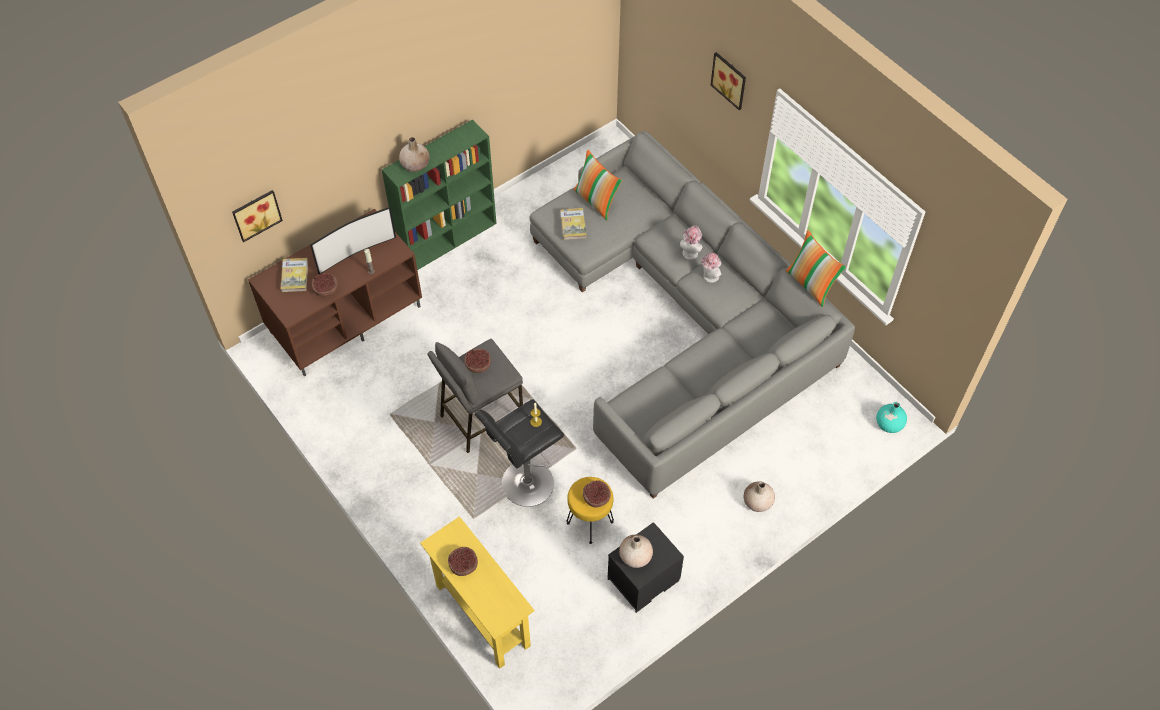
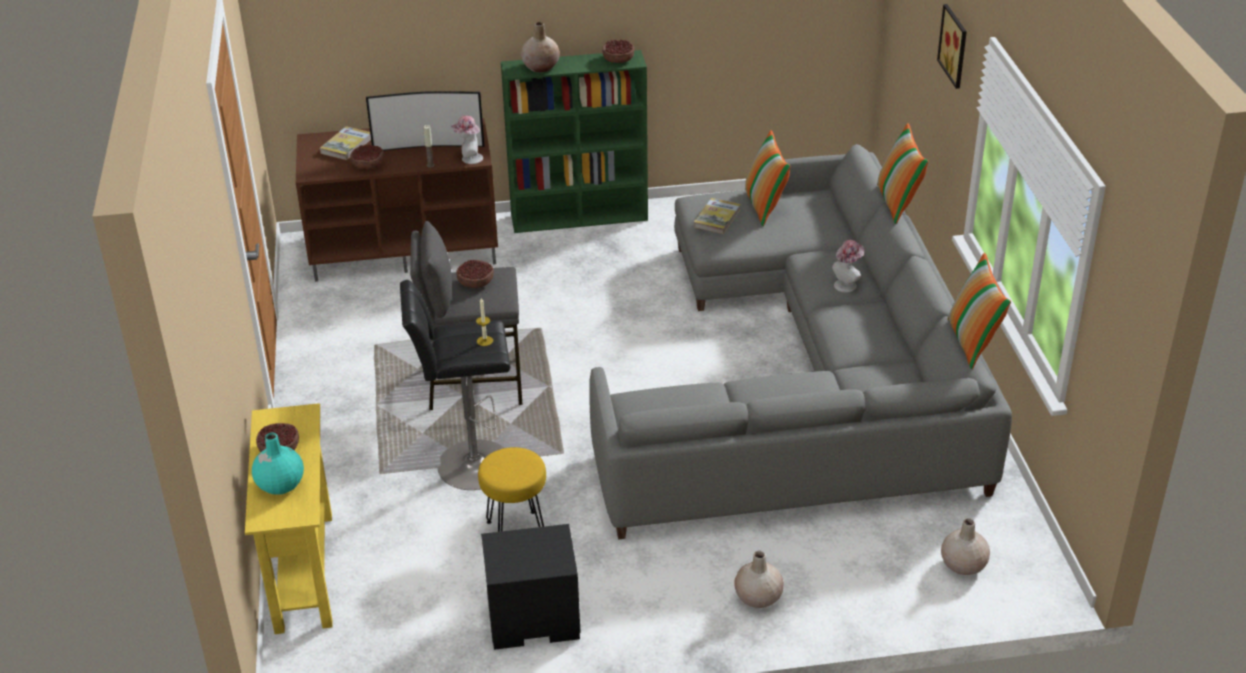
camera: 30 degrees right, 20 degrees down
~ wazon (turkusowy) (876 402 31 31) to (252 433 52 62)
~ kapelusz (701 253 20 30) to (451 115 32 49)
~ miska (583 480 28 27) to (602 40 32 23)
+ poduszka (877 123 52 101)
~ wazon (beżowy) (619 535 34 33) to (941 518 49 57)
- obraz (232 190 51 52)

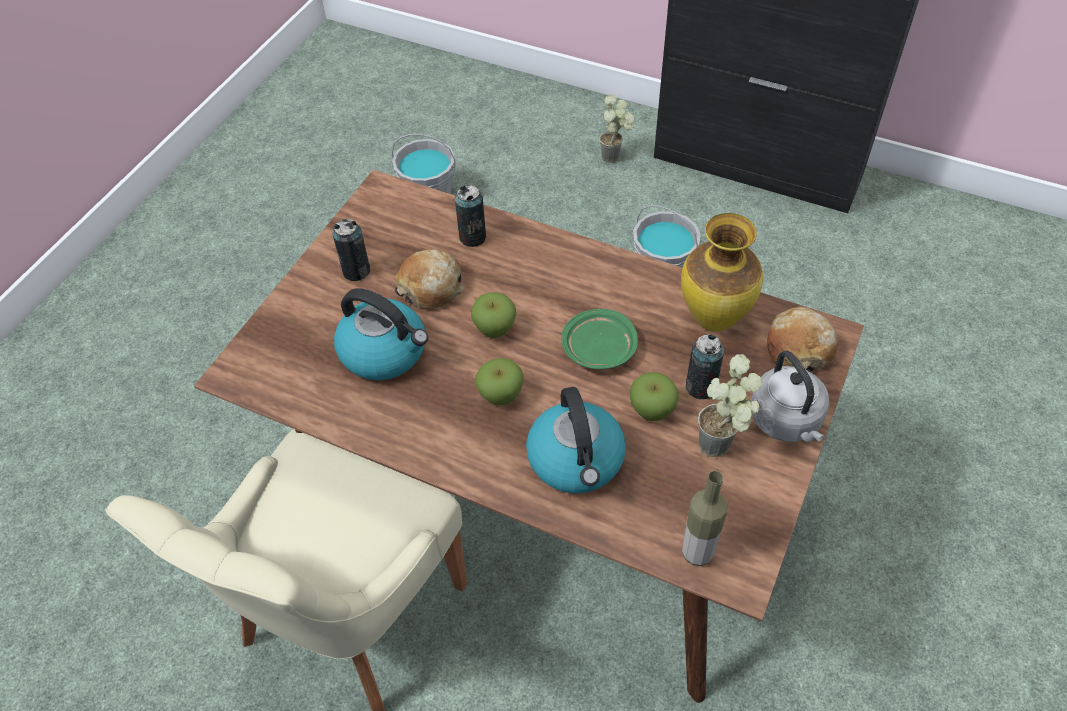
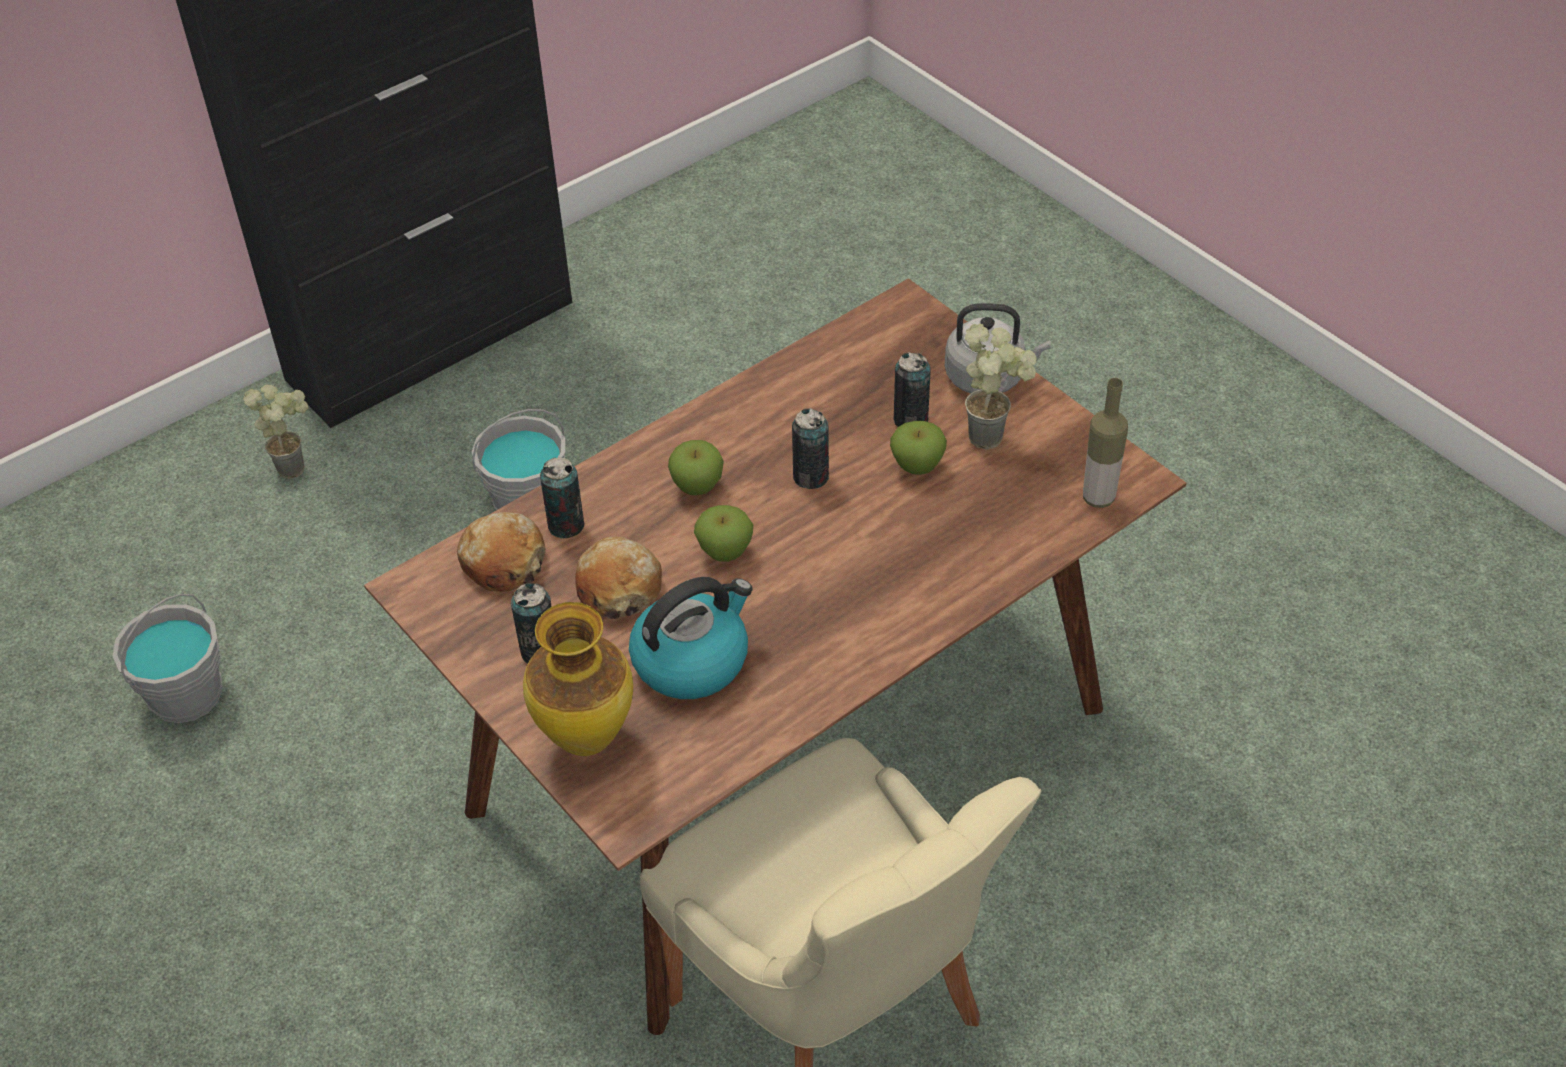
camera: 65 degrees left, 5 degrees down
~ chleb (767 307 71 65) to (457 512 89 80)
~ wazon (681 213 82 119) to (523 602 110 154)
~ jabłko (475 358 49 47) to (668 440 56 55)
~ talerz (zielony) (561 309 77 60) to puszka (792 408 37 81)
- czajnik (526 387 100 107)

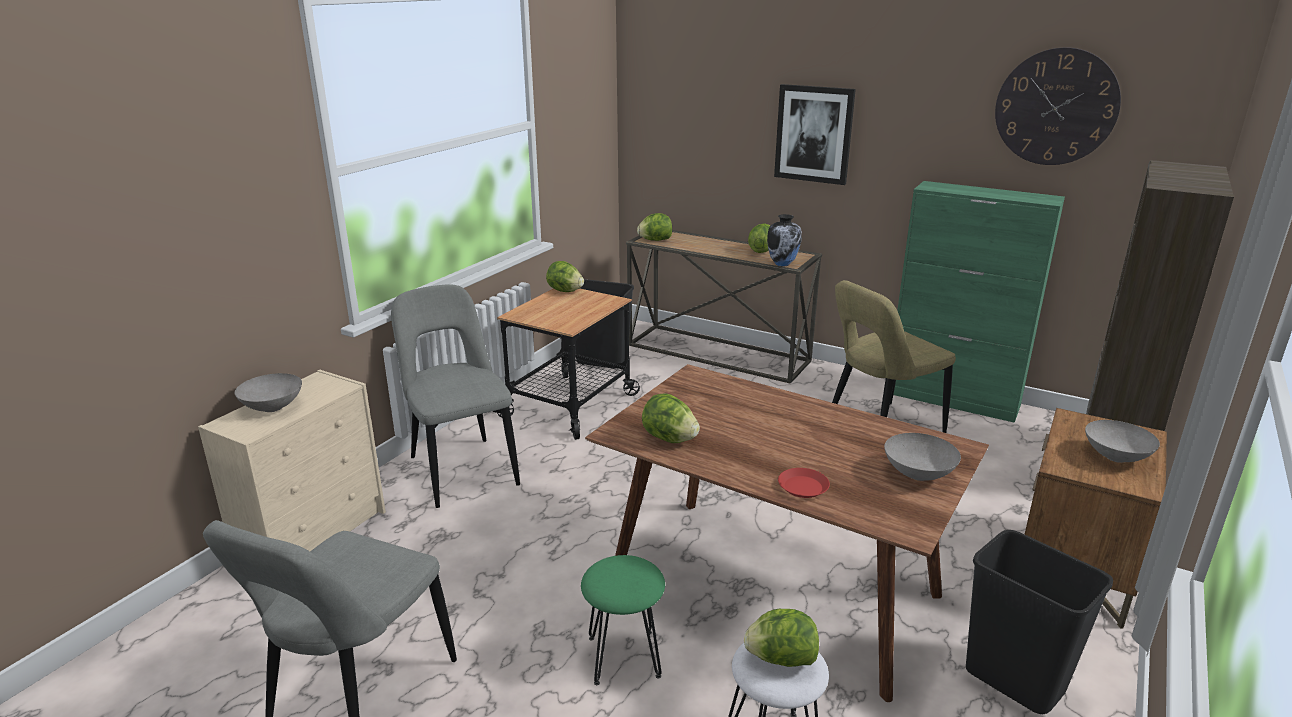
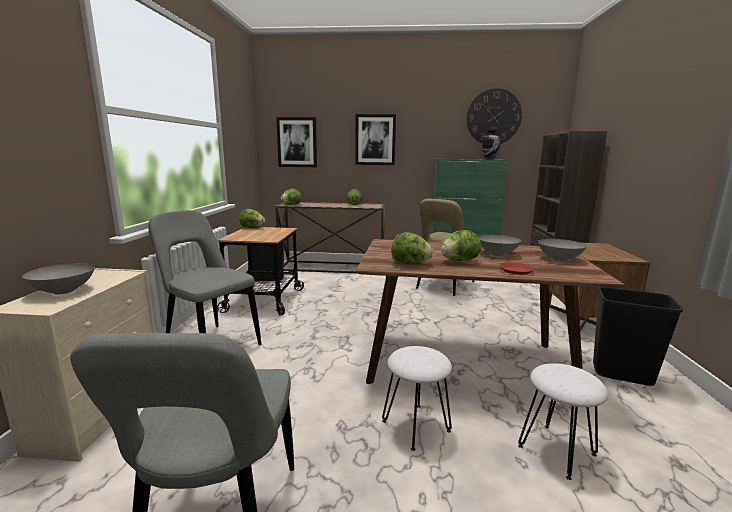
camera: 25 degrees left, 10 degrees down
+ obraz (276 117 41 50)
~ stołek (zielony) (581 555 84 130) to stołek (biały) (382 346 70 105)
~ sałata (744 609 75 58) to (441 230 40 31)
~ miska (szary) (1085 420 75 43) to (478 235 43 21)
~ wazon (767 214 35 52) to (481 131 20 28)

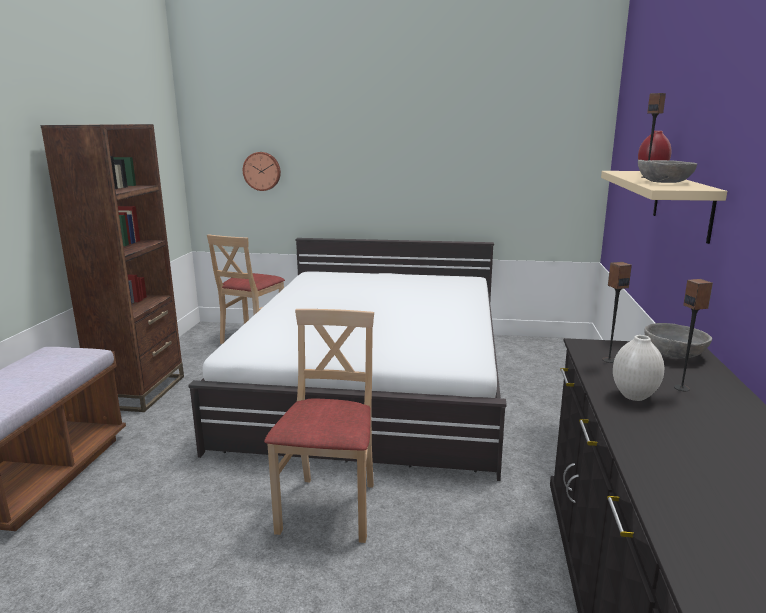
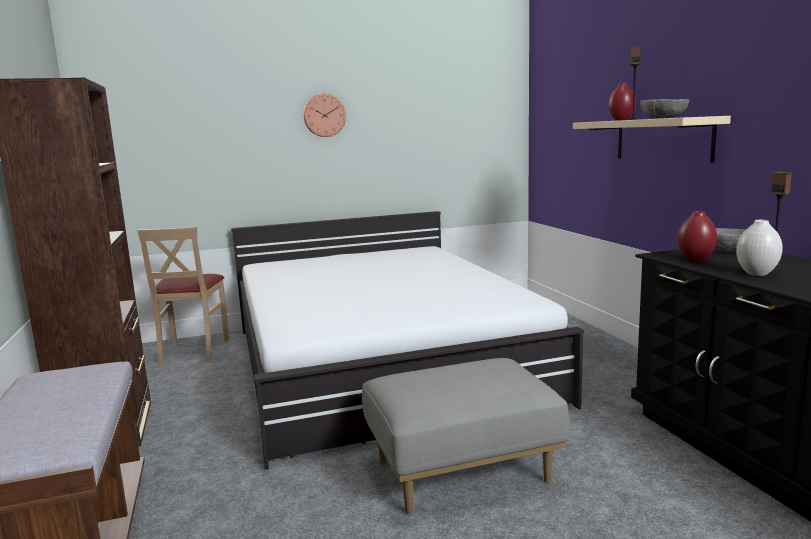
camera: 25 degrees left, 5 degrees down
~ zegar ścienny (243 152 38 39) to (304 94 42 43)
~ krzesło (beżowy) (264 309 110 234) to pufa (szary) (362 358 208 157)
~ głośnik (602 262 30 101) to wazon (czerwony) (678 211 39 51)

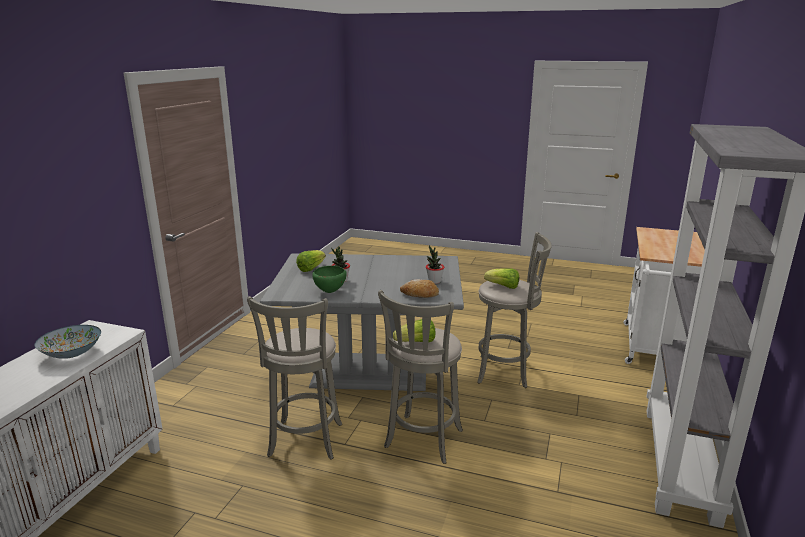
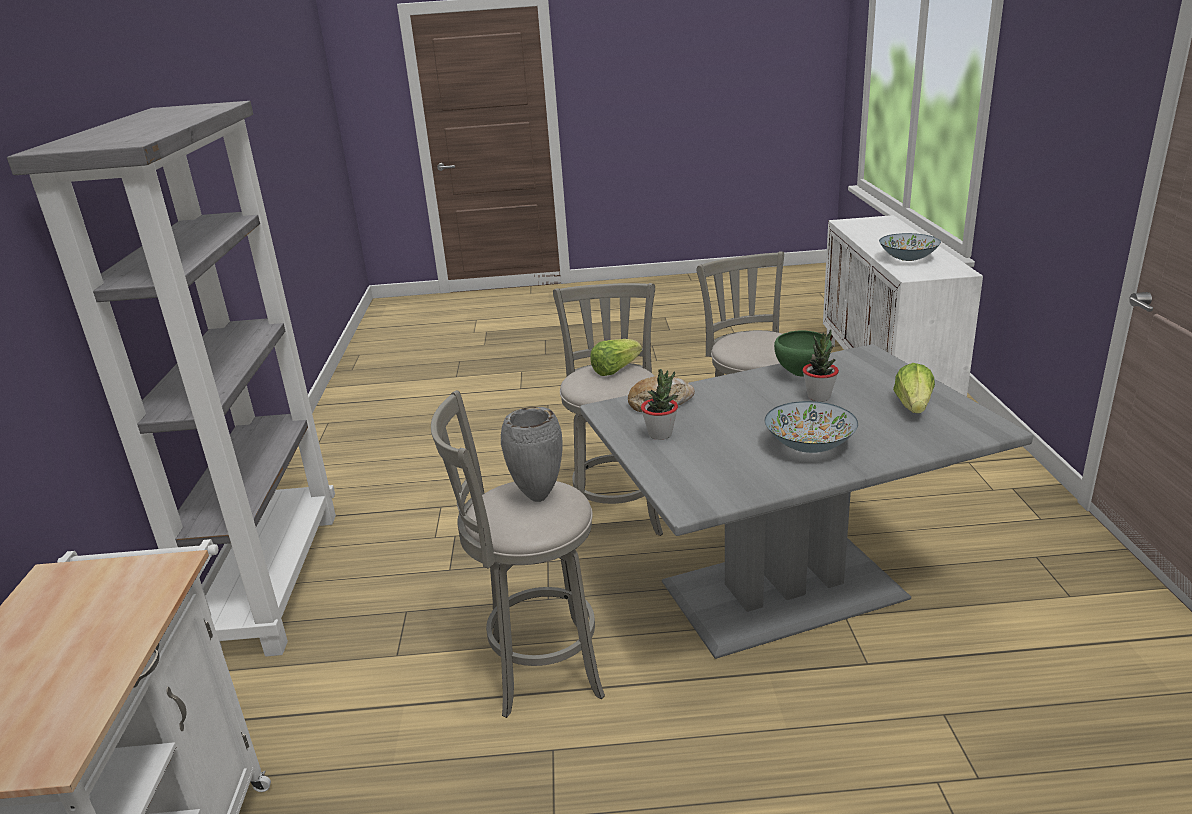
camera: 160 degrees right, 5 degrees up
~ sałata (484 268 35 21) to wazon (szary) (501 407 62 95)
+ miska (765 401 93 52)

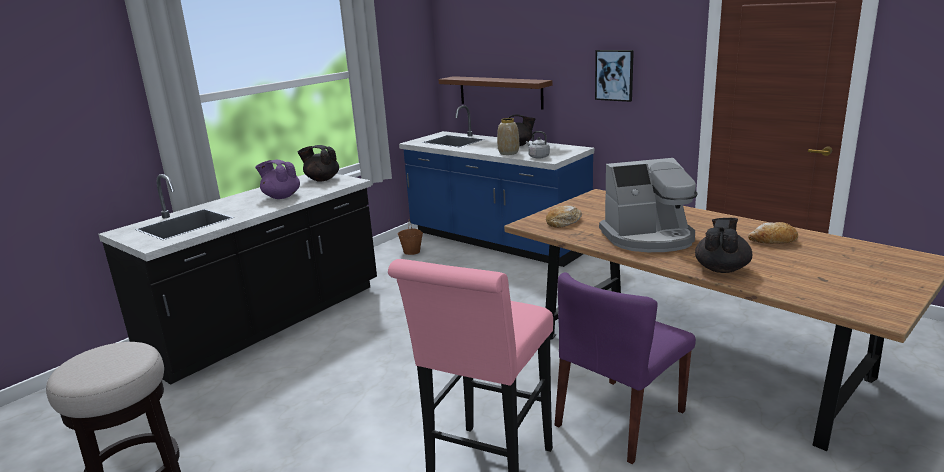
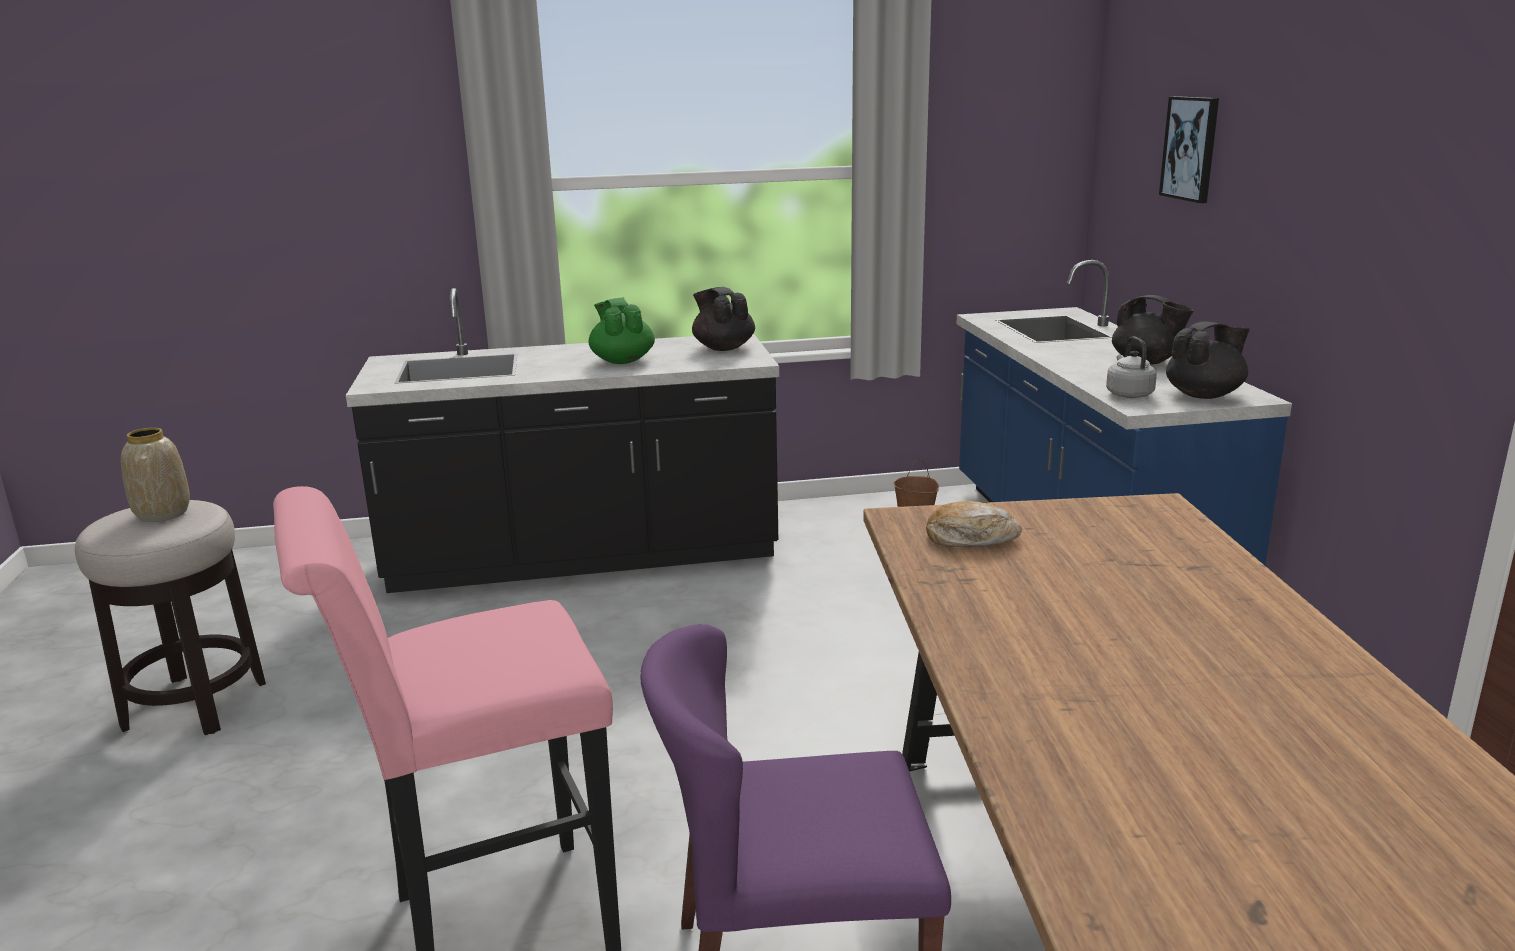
camera: 40 degrees right, 0 degrees up
~ wazon (497 118 22 37) to (121 428 69 94)
~ imbryk (fioletowy) (255 160 45 39) to imbryk (zielony) (588 298 67 66)
~ obraz (595 50 39 52) to (1159 96 60 107)
~ imbryk (czarny) (695 218 58 55) to (1166 322 84 77)
- półka (brązowy) (438 76 114 34)
- ekspres do kawy (599 158 99 94)
- chleb (748 222 50 22)

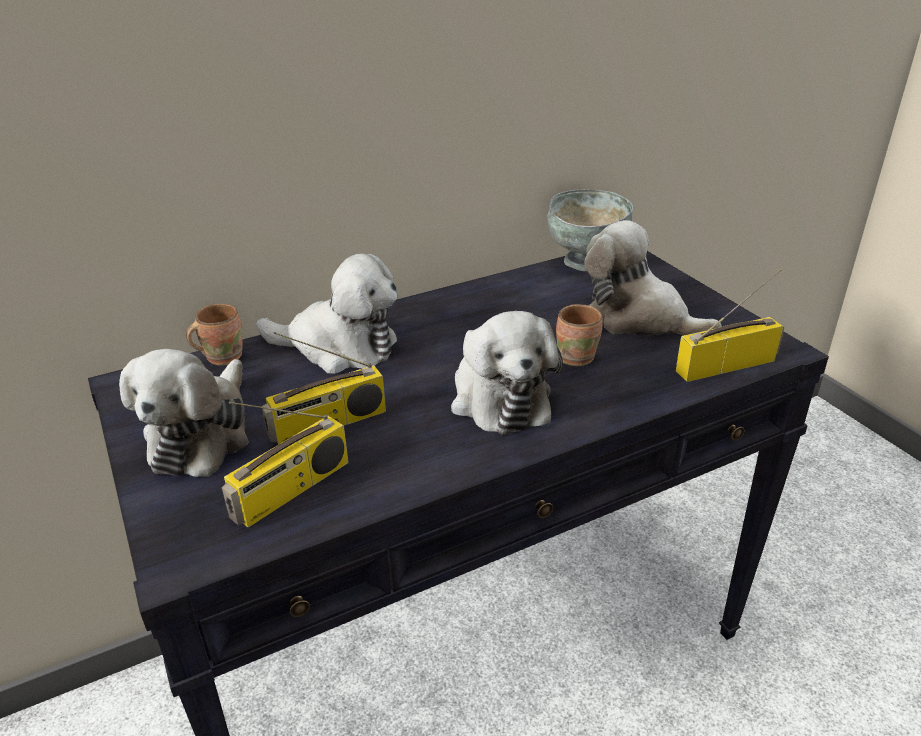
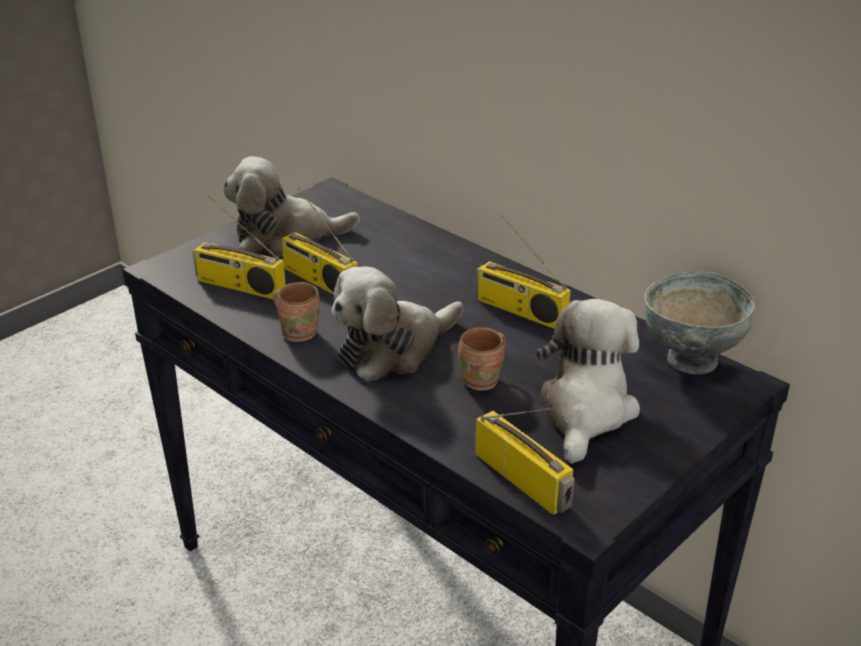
camera: 70 degrees right, 0 degrees up
~ kubek (brązowy) (186 303 57 63) to (273 282 47 60)
+ radio (476 215 95 113)
- pluszak (256 253 142 121)

